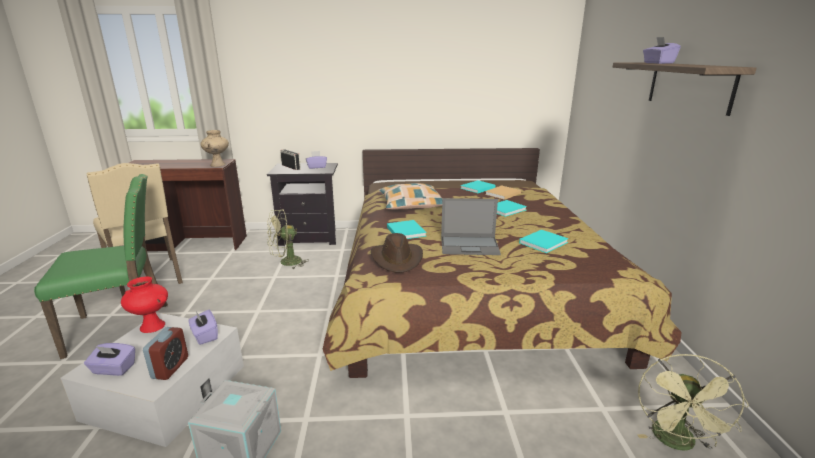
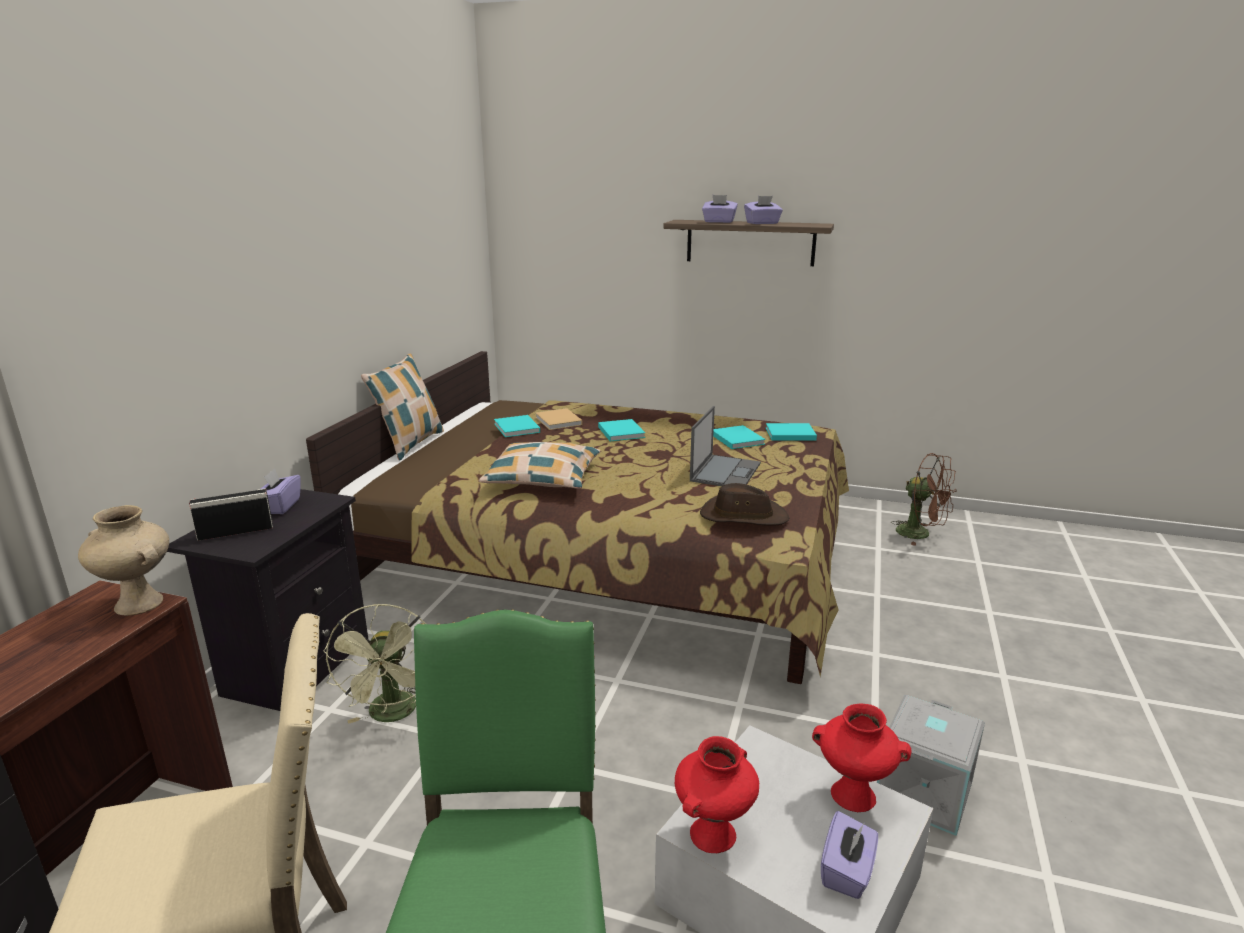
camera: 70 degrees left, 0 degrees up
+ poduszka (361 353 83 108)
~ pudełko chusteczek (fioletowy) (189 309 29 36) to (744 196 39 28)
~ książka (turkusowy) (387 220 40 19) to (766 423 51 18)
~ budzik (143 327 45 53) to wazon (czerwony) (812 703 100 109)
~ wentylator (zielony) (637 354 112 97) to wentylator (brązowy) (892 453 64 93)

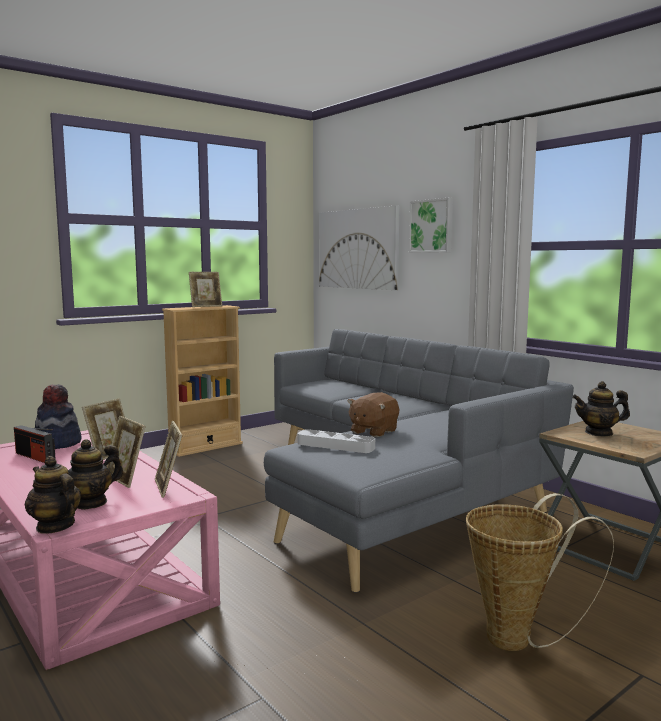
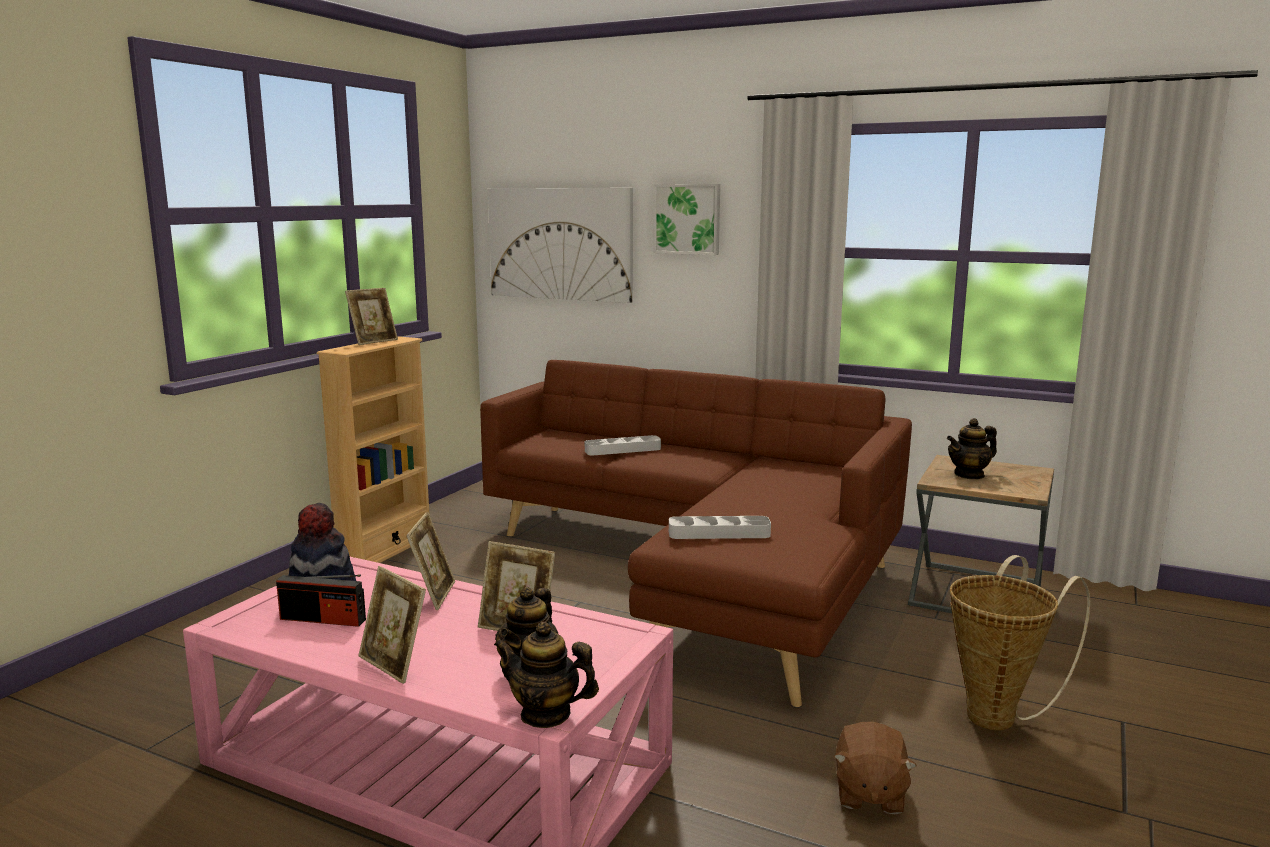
camera: 25 degrees left, 5 degrees up
~ ramka na zdjęcie (154 421 29 77) to (359 566 67 118)
~ kanapa (szary) (264 329 310 264) to kanapa (brązowy) (480 360 432 348)
+ taca (szary) (585 435 76 20)
~ pluszak (brązowy) (348 392 51 45) to (834 722 83 93)

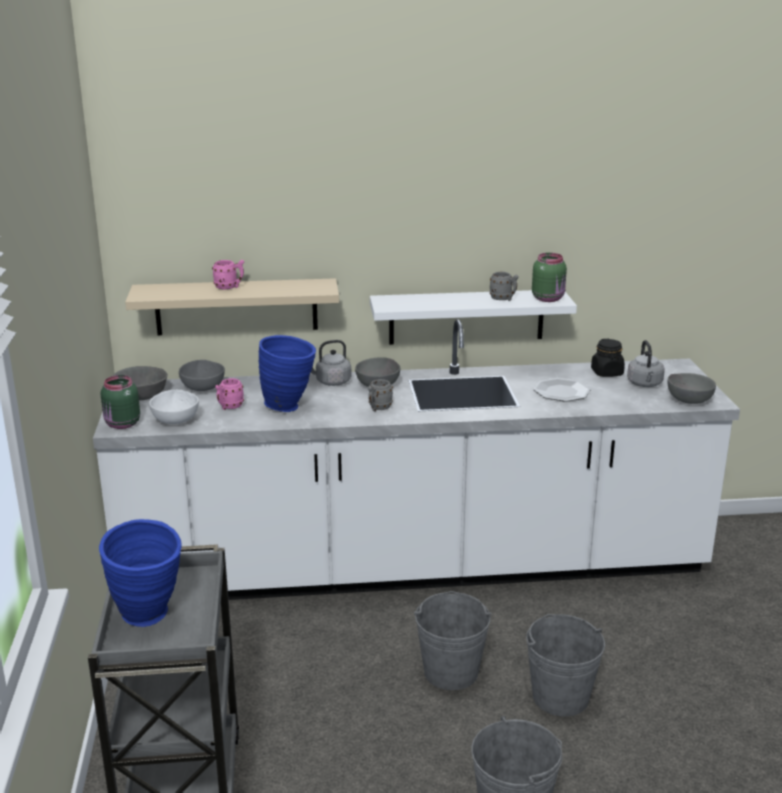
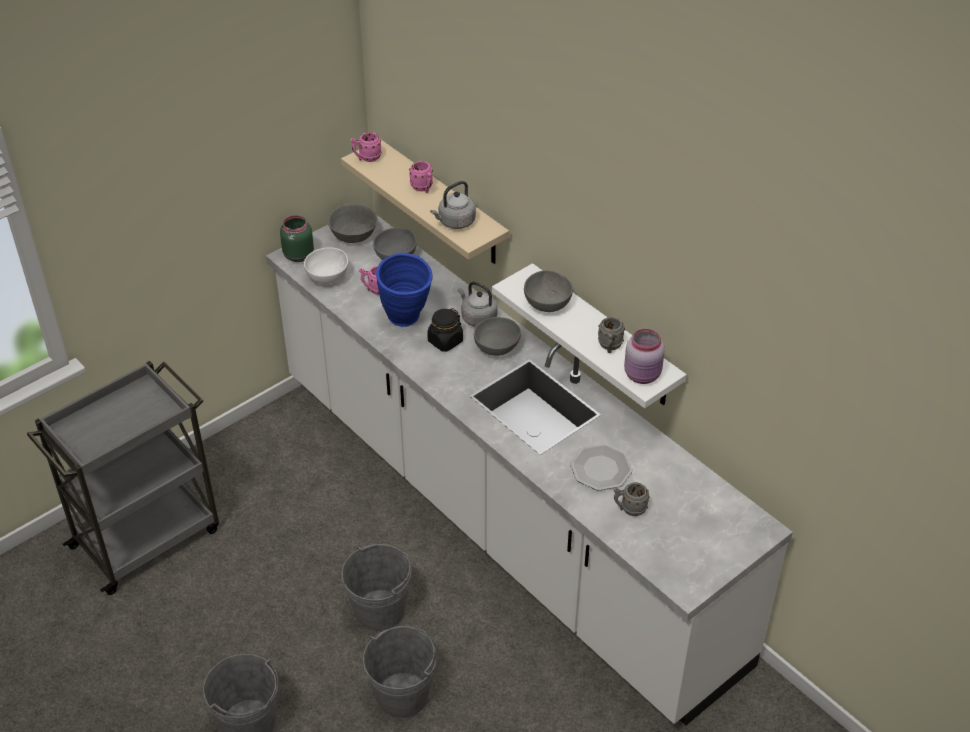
camera: 55 degrees right, 20 degrees up
+ kubek (różowy) (351 132 31 30)
~ słoik (czarny) (591 339 34 38) to (427 308 36 44)
~ czajnik (szary) (627 340 38 47) to (430 181 46 48)
~ miska (szary) (668 373 48 31) to (524 270 49 42)
~ kubek (szary) (368 379 25 32) to (614 482 36 34)
~ słoik (zielony) (532 253 35 49) to słoik (różowy) (624 329 41 55)
- wazon (niebieski) (99 519 83 108)

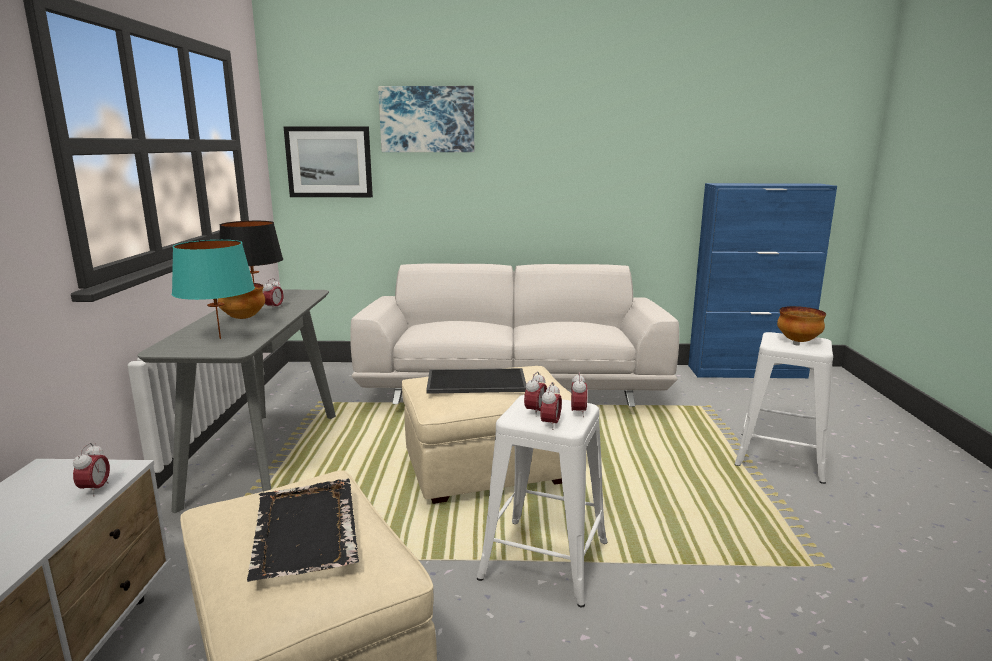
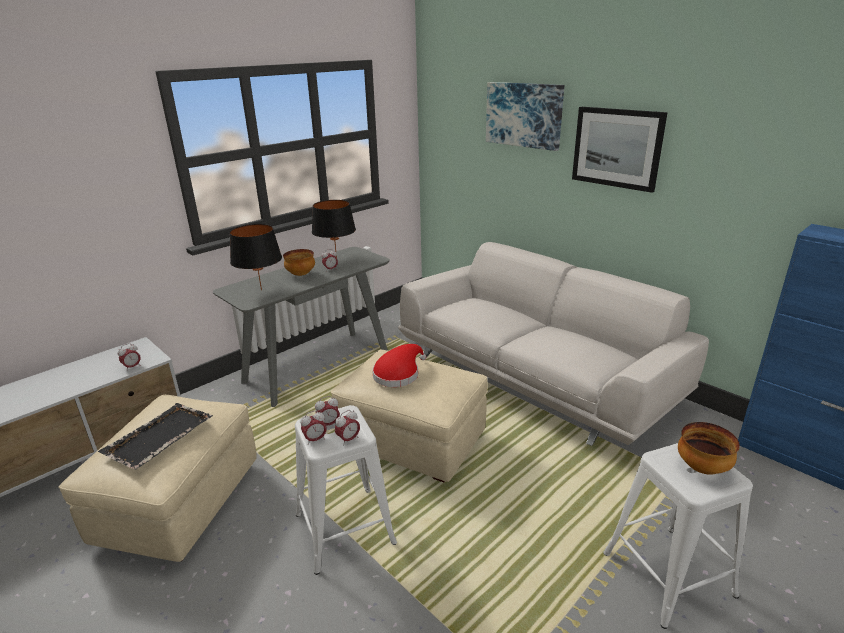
camera: 45 degrees right, 10 degrees up
~ lampa stołowa (turkusowy) (172 240 83 99) to lampa stołowa (czarny) (230 224 52 66)
~ taca (426 368 100 26) to kapelusz (czerwony) (372 344 54 43)
~ obraz (283 126 90 71) to (572 107 96 86)

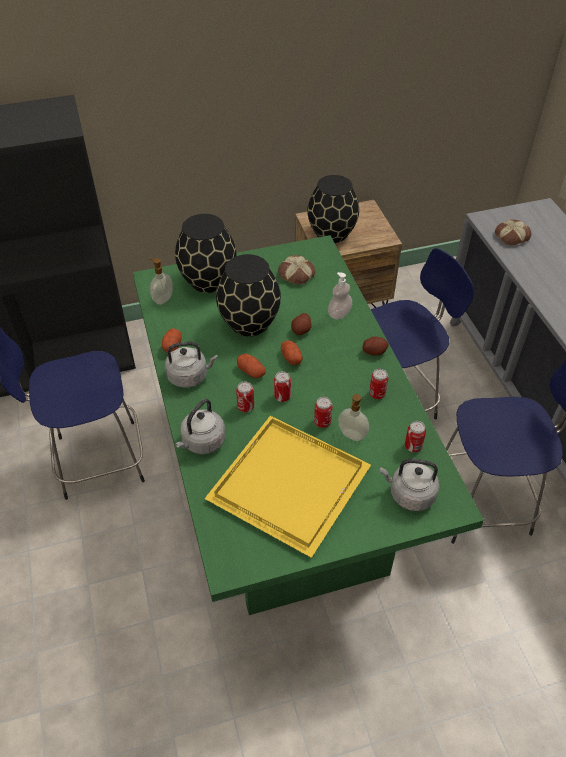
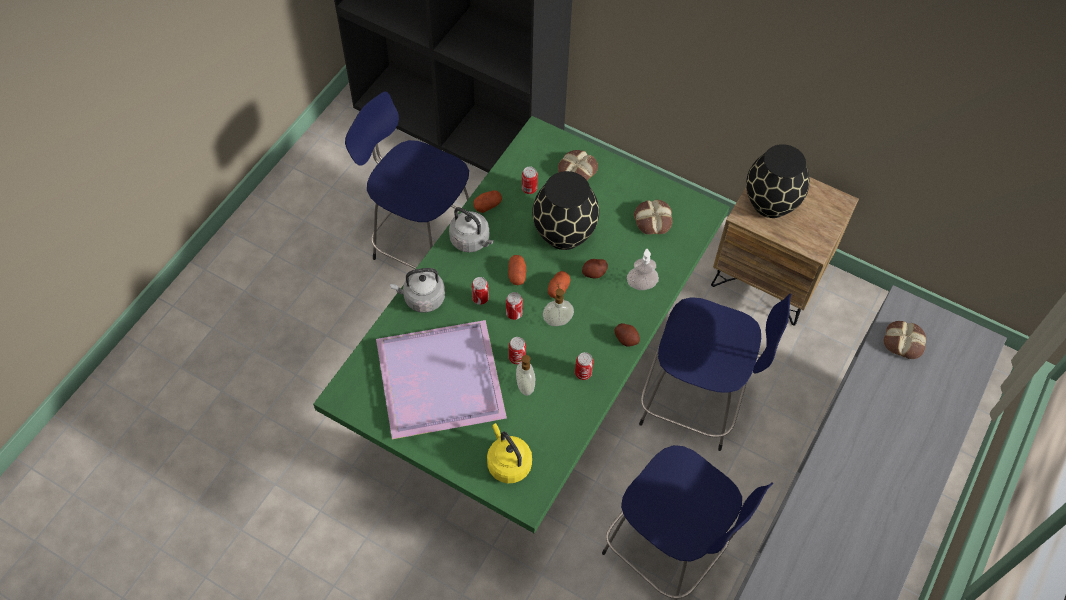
camera: 45 degrees right, 10 degrees up
~ taca (żółty) (204 416 167 142) to taca (fioletowy) (376 320 131 119)
~ czajnik (szary) (380 459 59 52) to czajnik (żółty) (487 423 45 60)
~ puszka (405 421 21 31) to (522 166 16 28)
~ dozownik mydła (149 258 24 47) to (543 284 31 42)
~ wazon (czarny) (175 214 62 79) to chleb (558 150 40 31)

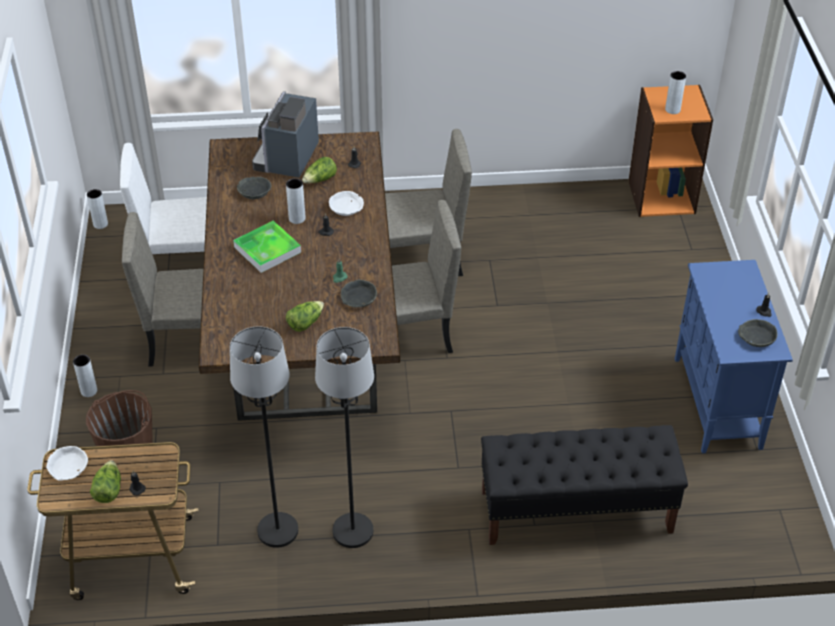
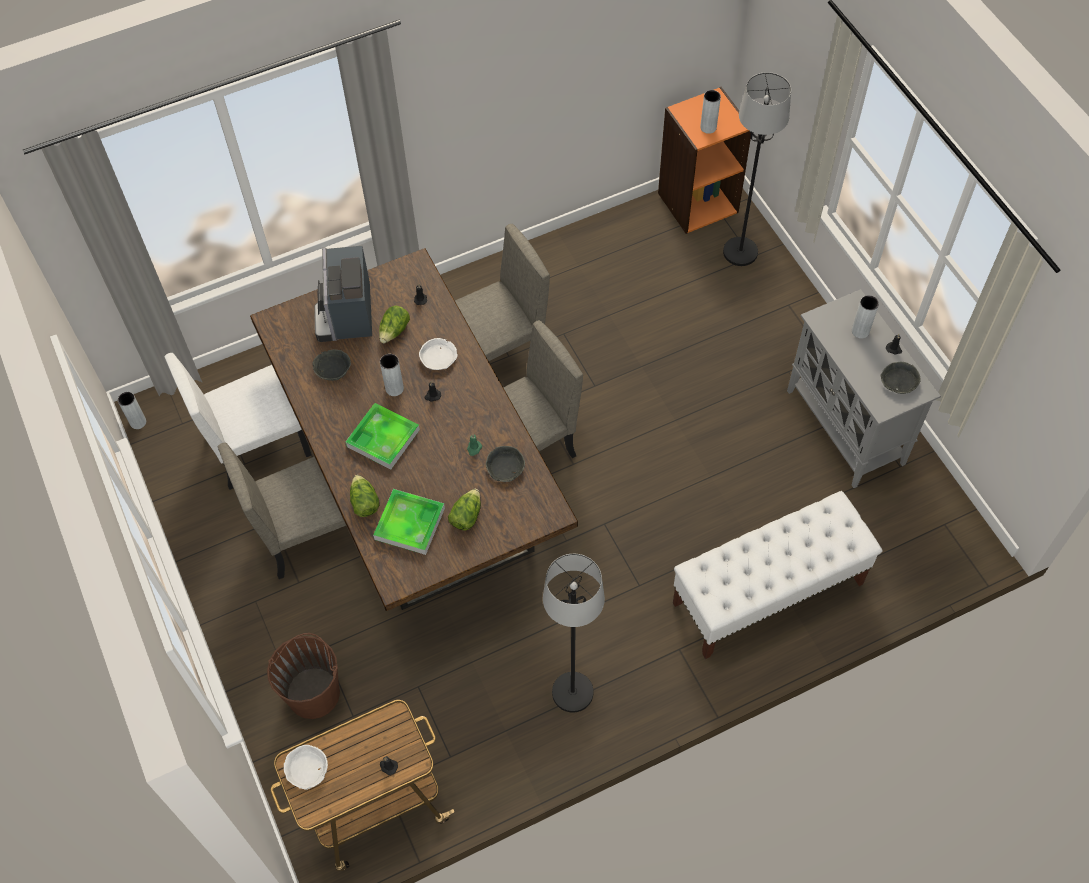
camera: 20 degrees left, 15 degrees up
~ sałata (90 460 31 43) to (350 475 29 42)
+ taca (373 489 72 66)
~ ławka (czarny) (481 425 207 120) to ławka (biały) (673 491 209 168)
~ lampa stojąca (czarny) (230 326 68 222) to (723 72 68 194)
~ szafka (niebieski) (675 260 118 193) to szafka (szary) (787 289 154 199)
~ wazon (szary) (73 354 24 43) to (852 295 27 44)

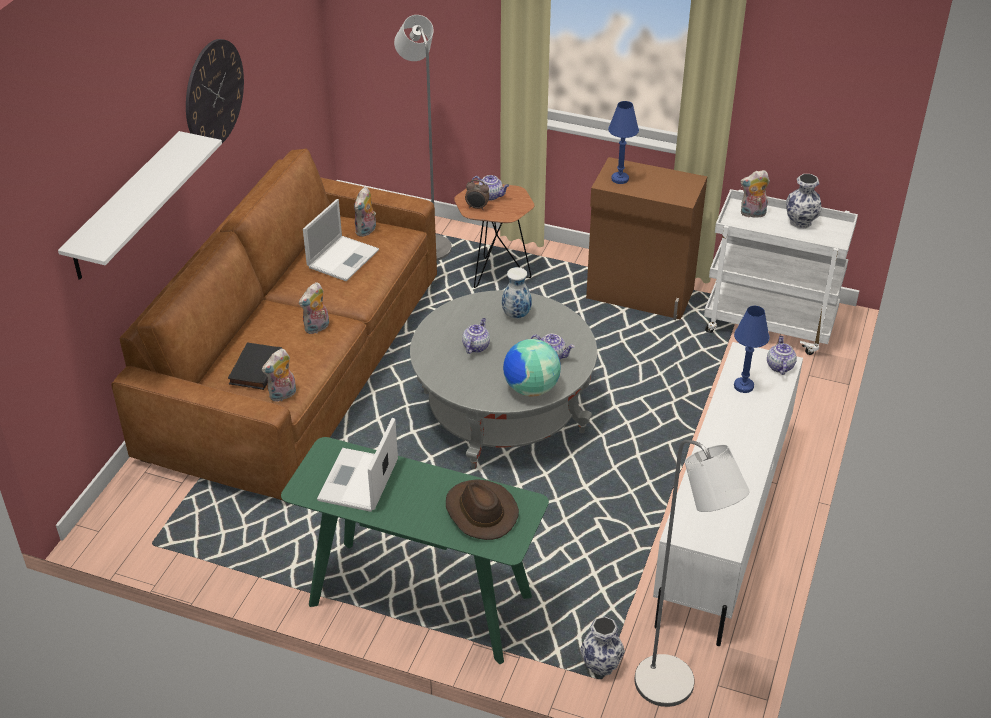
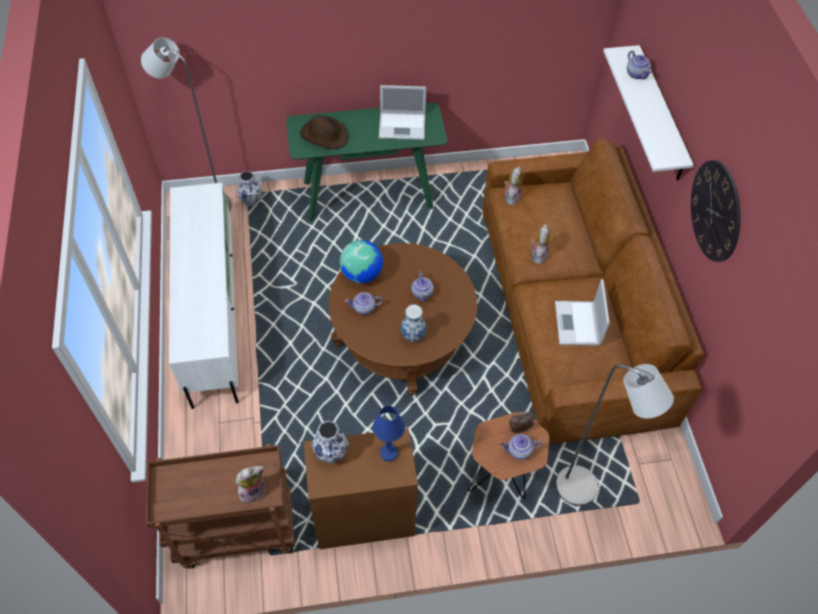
camera: 150 degrees right, 15 degrees up
~ wózek (biały) (704 189 154 166) to wózek (brązowy) (146 444 149 125)
~ wazon (786 174 36 55) to (311 420 38 44)
~ ława (szary) (410 290 187 179) to ława (brązowy) (329 243 148 153)
~ laptop (317 418 81 94) = (379 85 47 55) 105 degrees clockwise
~ imbryk (767 336 30 39) to (627 51 25 28)
- książka (czarny) (228 342 54 48)
- pluszak (354 187 22 50)
- lampa stołowa (niebieski) (734 306 35 87)

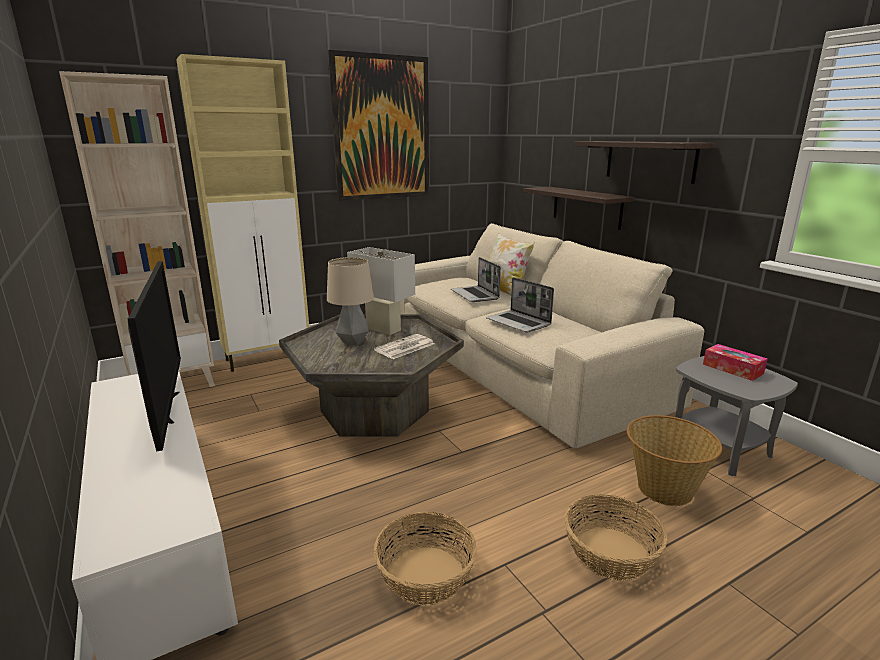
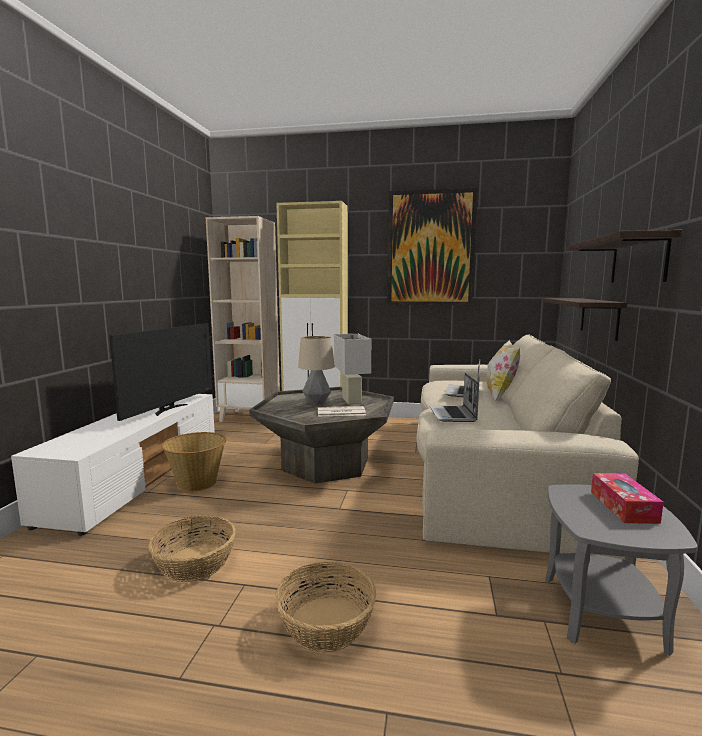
camera: 40 degrees right, 10 degrees down
~ koszyk (627 415 95 91) to (161 432 65 59)

